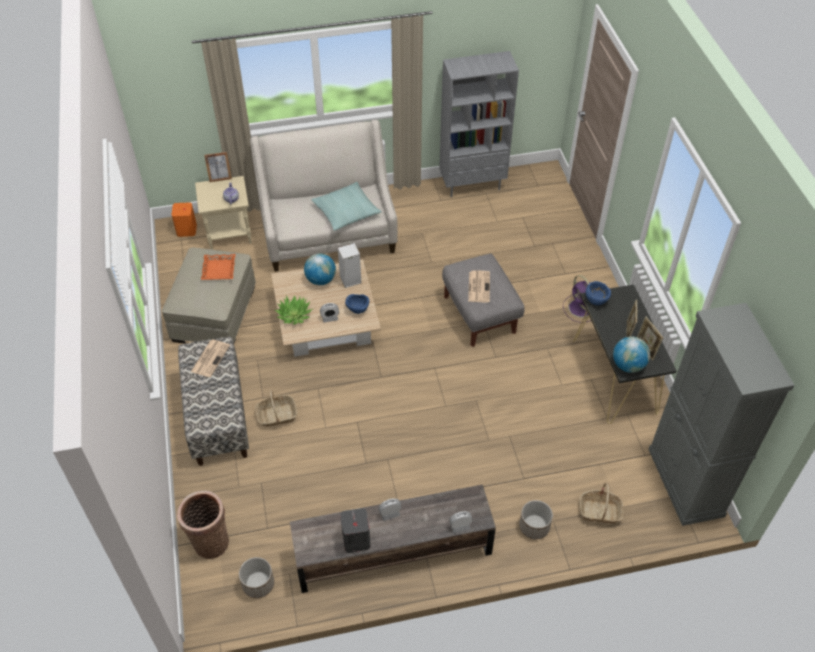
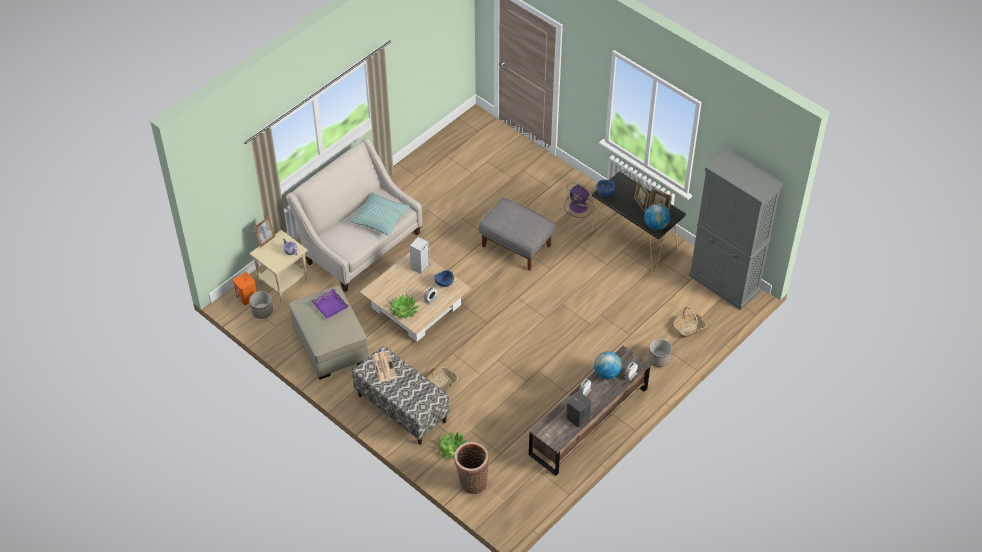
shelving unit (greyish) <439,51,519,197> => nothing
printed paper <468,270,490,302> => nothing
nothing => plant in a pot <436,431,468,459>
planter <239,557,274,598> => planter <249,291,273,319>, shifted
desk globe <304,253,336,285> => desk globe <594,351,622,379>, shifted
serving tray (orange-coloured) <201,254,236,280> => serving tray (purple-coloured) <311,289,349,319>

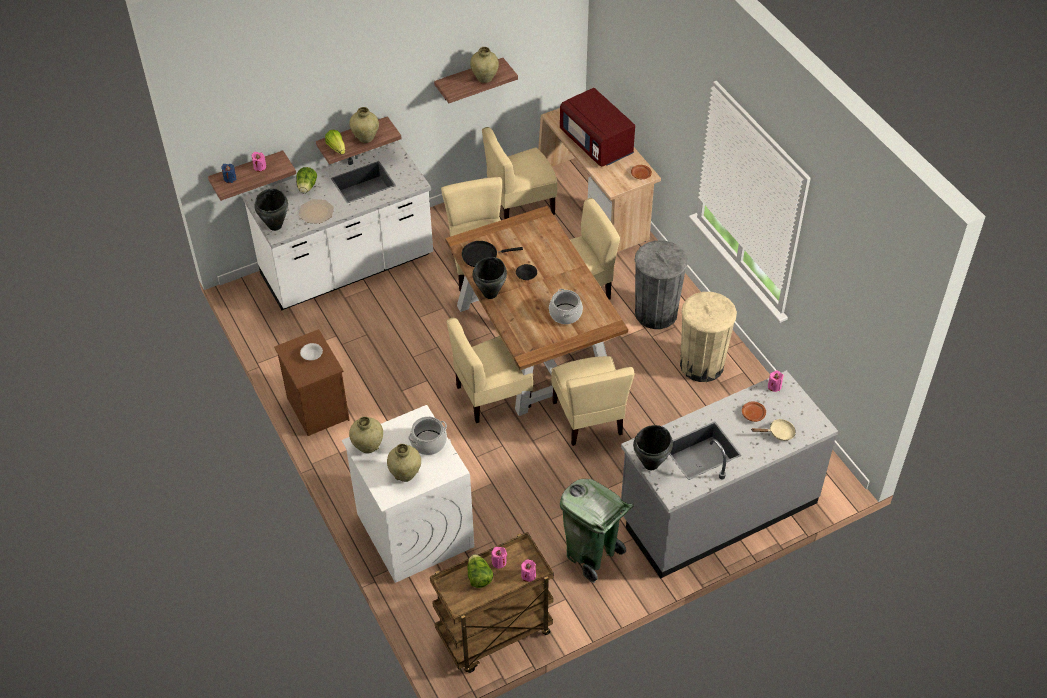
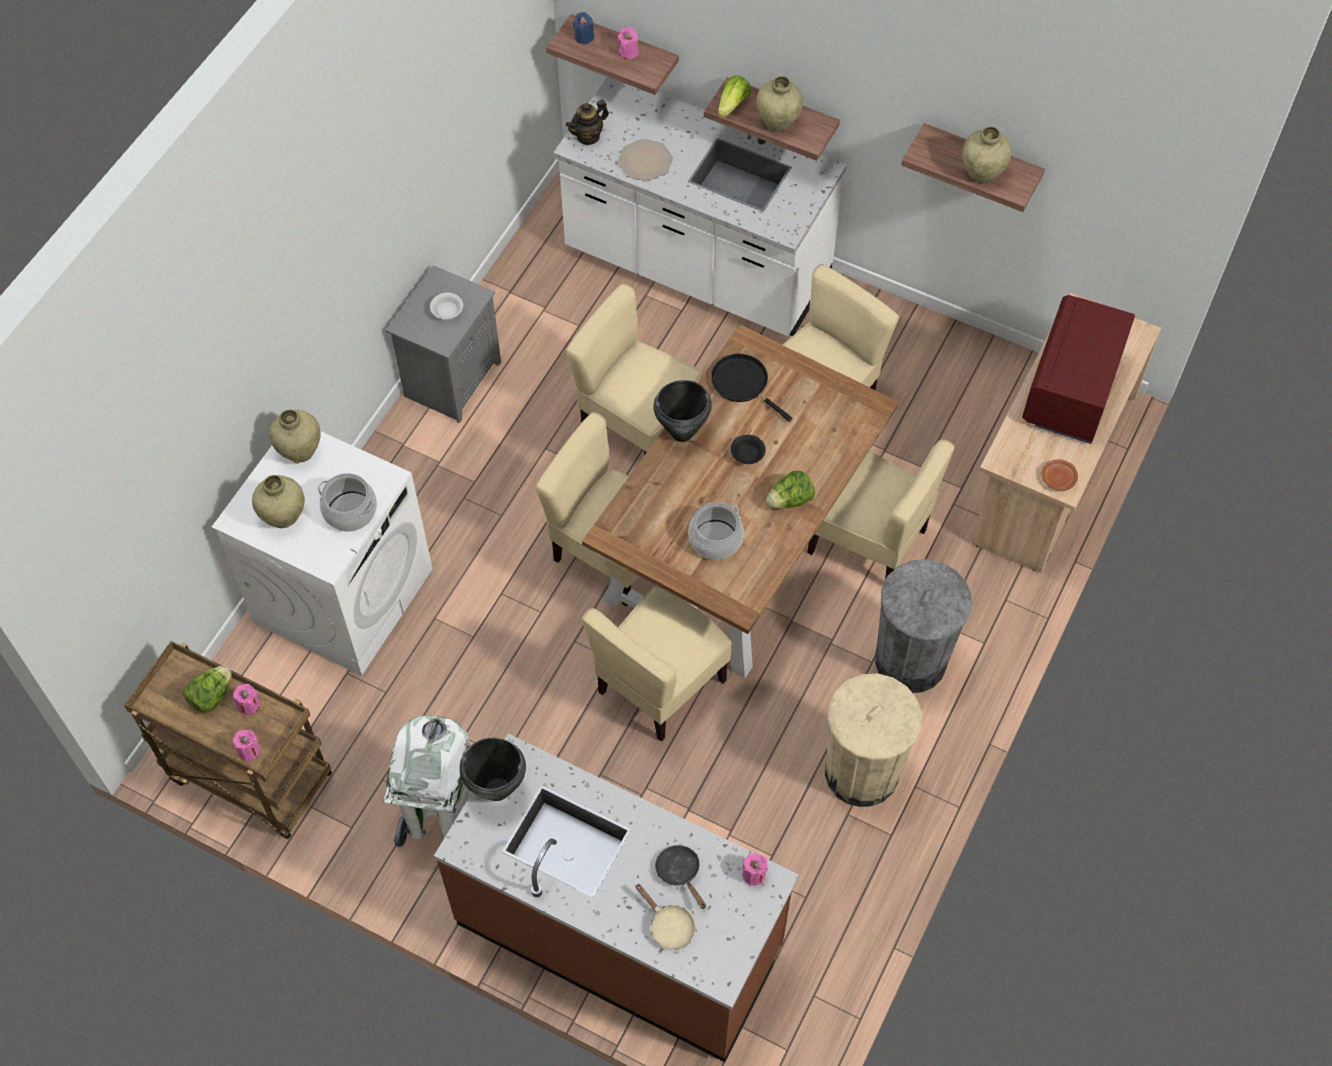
lettuce <296,167,317,193> => lettuce <766,470,815,508>, shifted
chair (sand-coloured) <482,127,557,219> => chair (sand-coloured) <566,283,703,455>, shifted
saucepot (blackish) <254,188,288,231> => teapot <566,99,609,145>
dinner plate (brown-coloured) <742,401,766,422> => skillet (blackish) <655,845,706,909>
bedside table (brown-coloured) <274,329,350,436> => bedside table (greyish) <386,265,501,423>
rubbish bin (green-coloured) <560,479,634,583> => rubbish bin (white) <383,715,472,848>
kitchen base unit (greyish) <621,370,838,578> => kitchen base unit (brown-coloured) <434,733,799,1062>

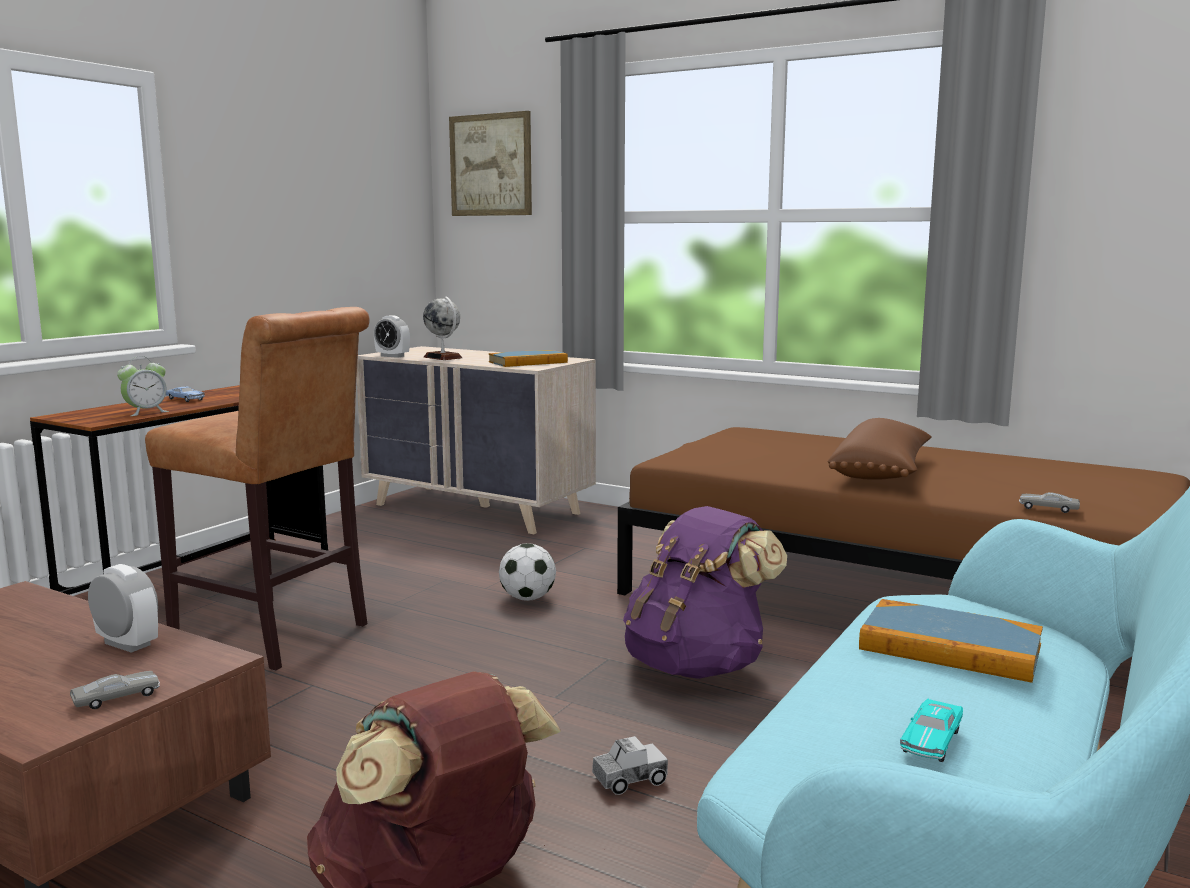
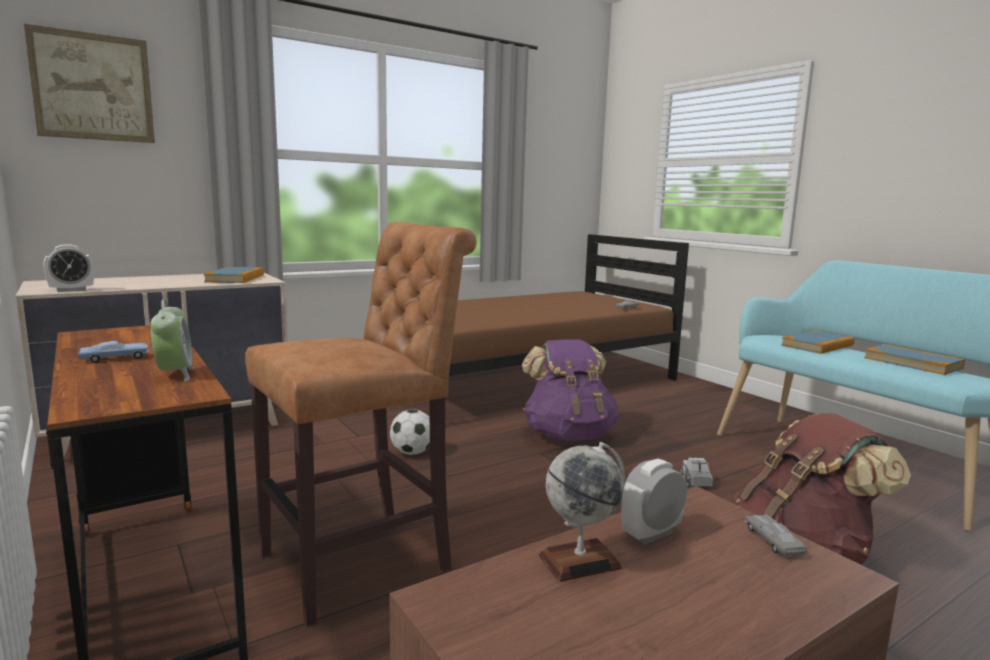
throw pillow (brown-coloured) <827,418,932,480> => nothing
desk globe <423,297,462,360> => desk globe <539,442,625,582>, shifted
model car (turquoise-coloured) <900,699,963,762> => book <864,344,965,375>

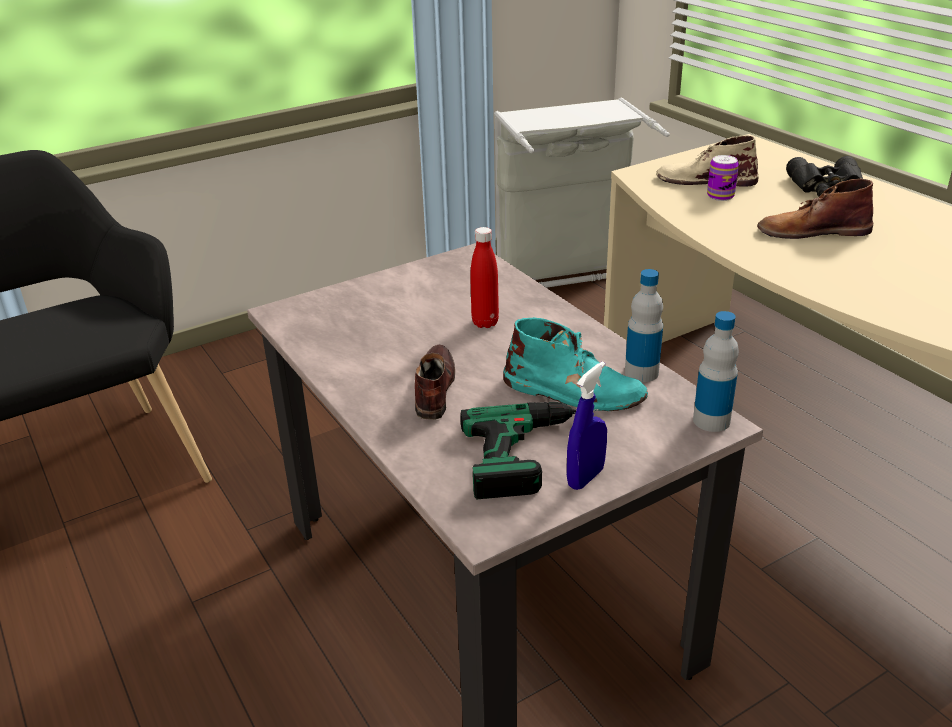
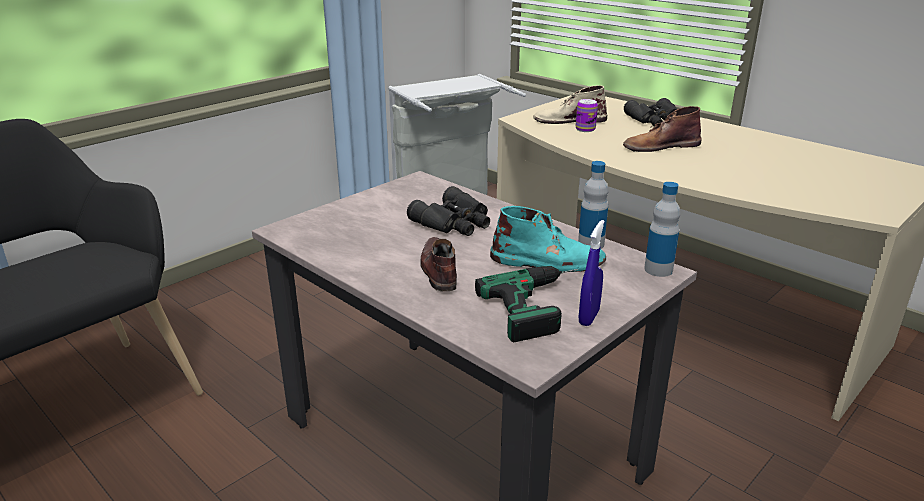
bottle (reddish) <470,227,499,328> => binoculars (blackish) <407,186,490,236>

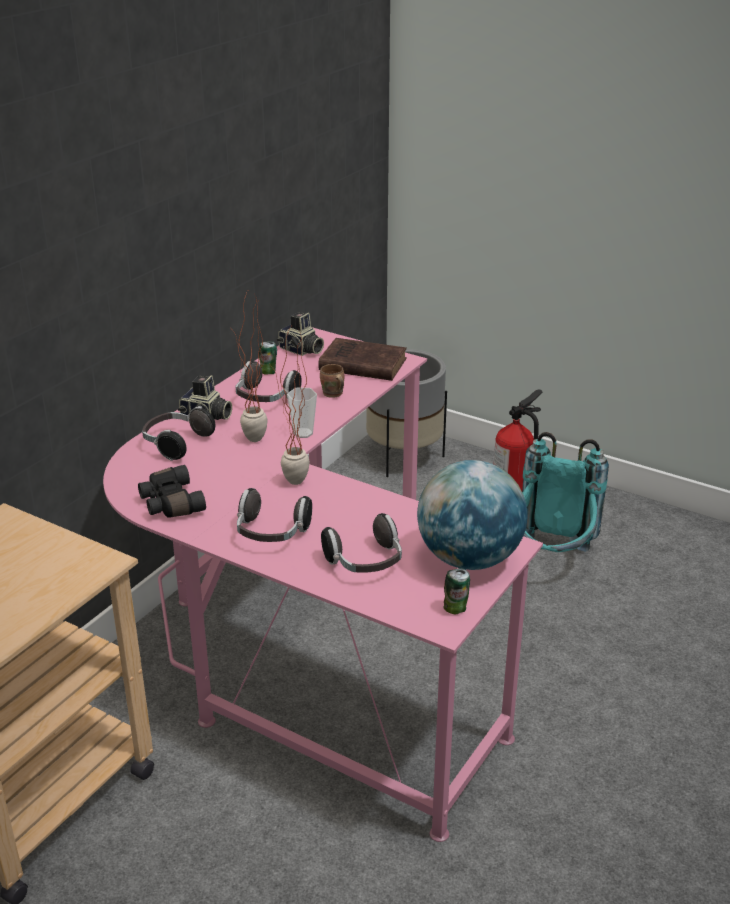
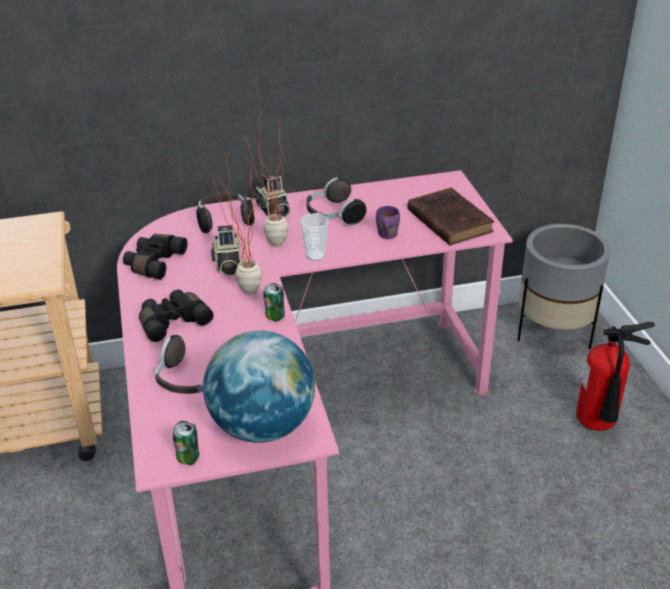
rucksack (turquoise-coloured) <522,432,609,552> => nothing
can <259,341,277,375> => can <263,283,285,322>, shifted
photo camera <277,312,324,356> => photo camera <211,225,241,276>, shifted
headset <237,488,312,542> => binoculars (blackish) <139,290,214,342>
tea mug (brown-coloured) <320,364,344,398> => tea mug (purple-coloured) <376,206,400,239>

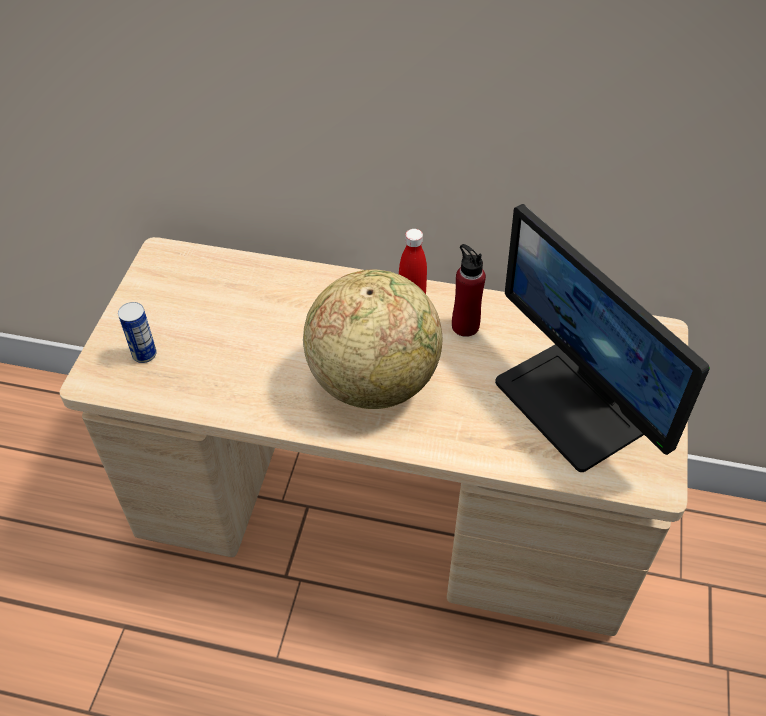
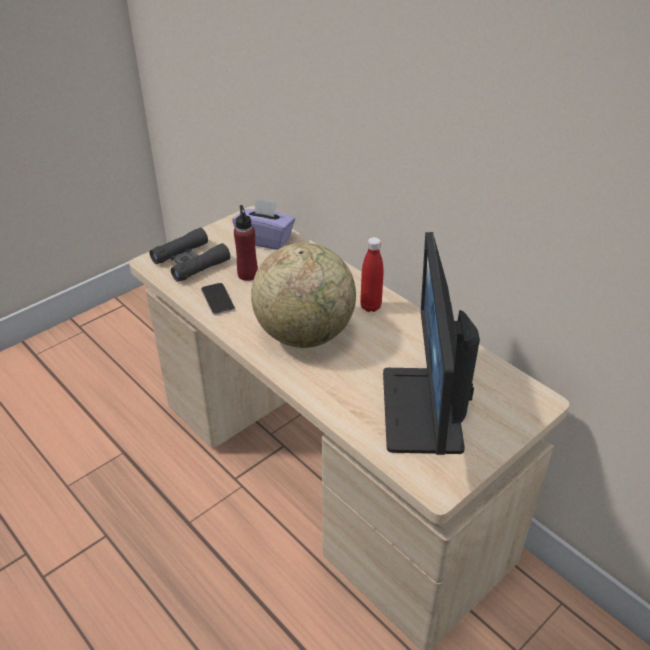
nothing => telephone <201,283,235,315>
nothing => box of tissues (purple-coloured) <233,198,295,250>
bottle (reddish) <452,244,486,337> => bottle (reddish) <234,205,258,281>, shifted
can <118,302,157,363> => binoculars (blackish) <150,227,230,282>

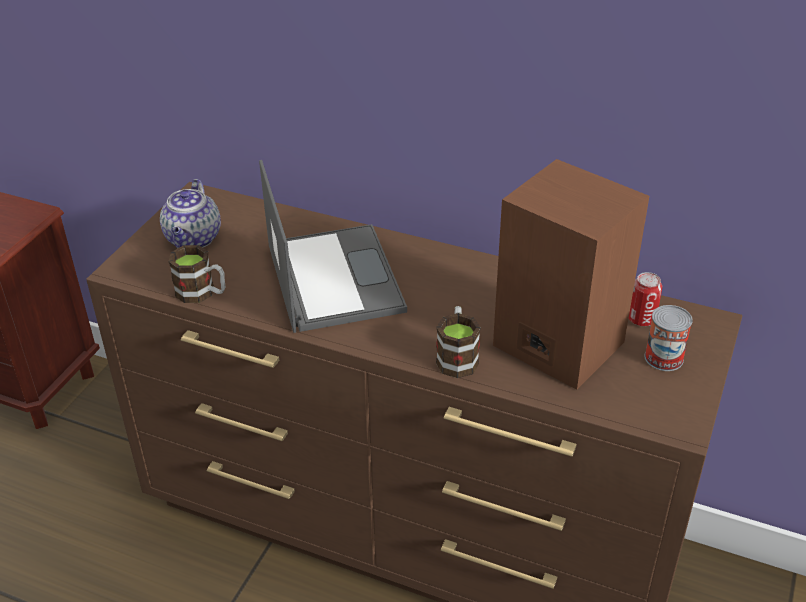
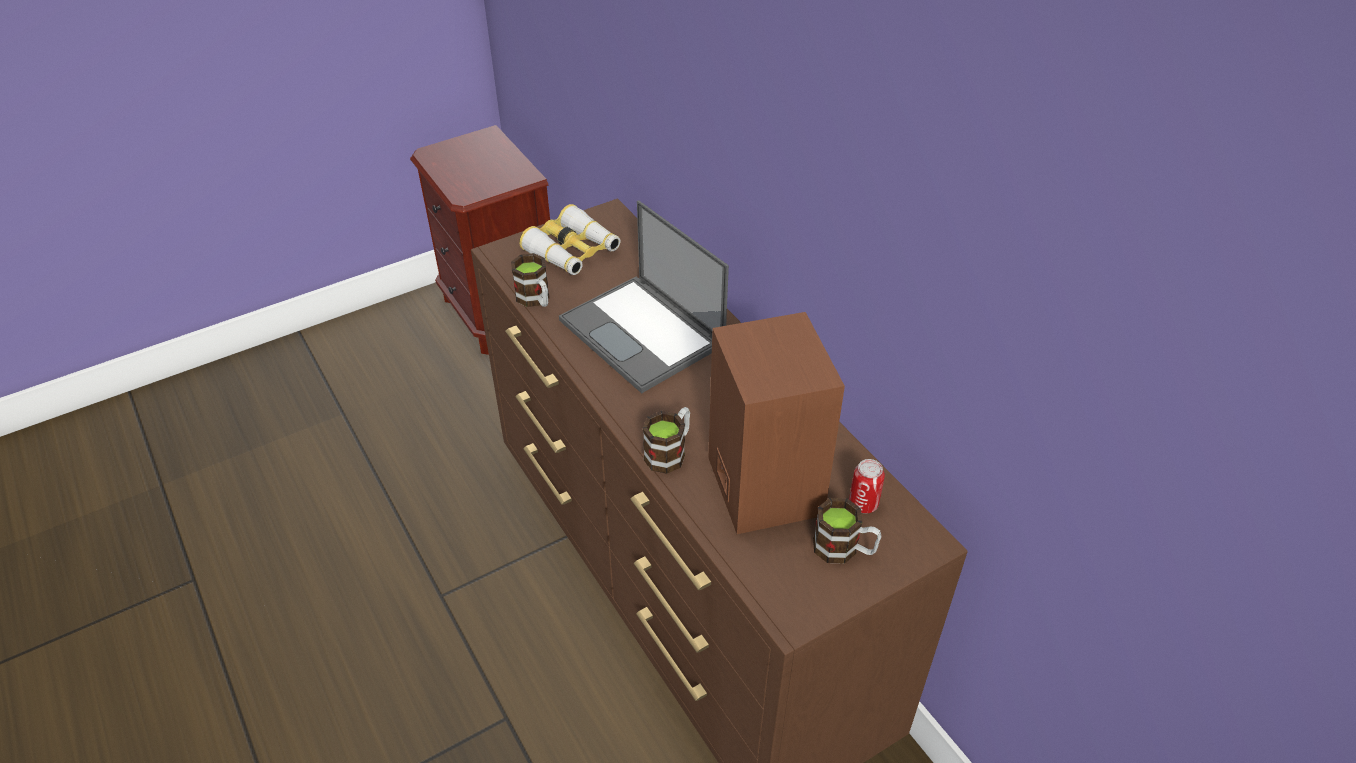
teapot <160,179,221,248> => binoculars <519,204,620,275>
can <644,305,693,371> => tea mug <813,498,881,564>
notebook computer <259,160,407,333> => notebook computer <559,200,729,393>, 120 degrees clockwise

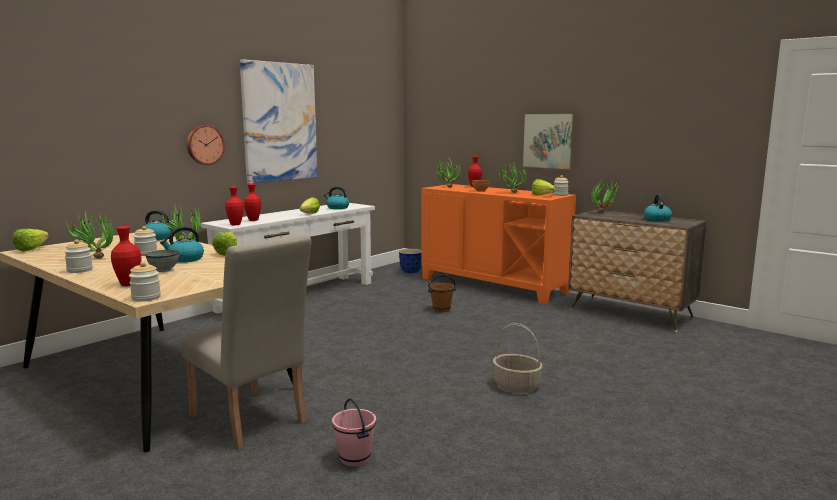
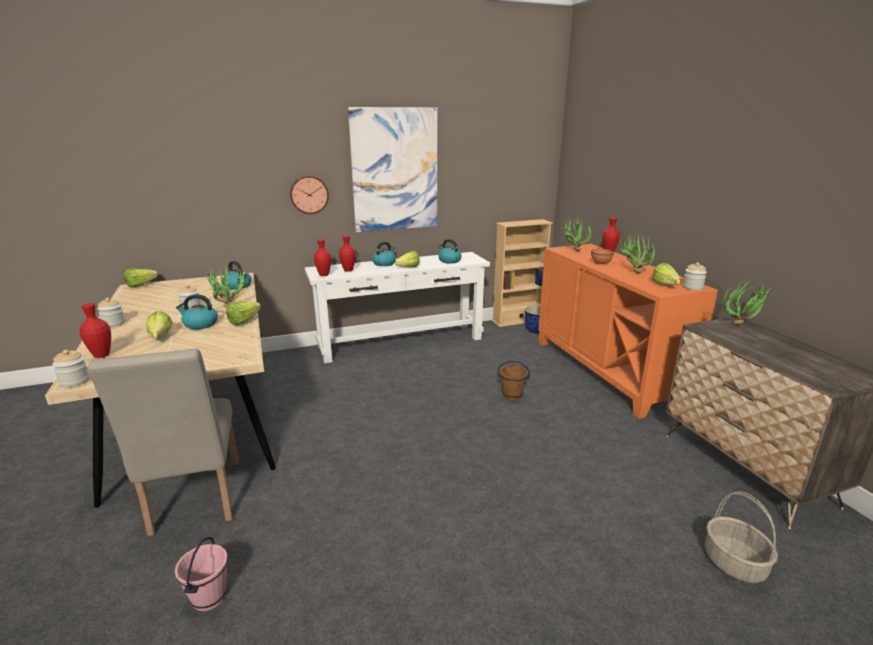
plant in a pot <65,212,113,259> => nothing
wall art <521,112,576,171> => nothing
nothing => shelving unit (sand-coloured) <492,219,552,327>
storage basket <493,323,543,393> => storage basket <705,491,778,583>, shifted
kettle <644,194,672,221> => kettle <372,242,396,266>, shifted
bowl (greyish) <146,250,179,272> => lettuce <146,311,172,338>

